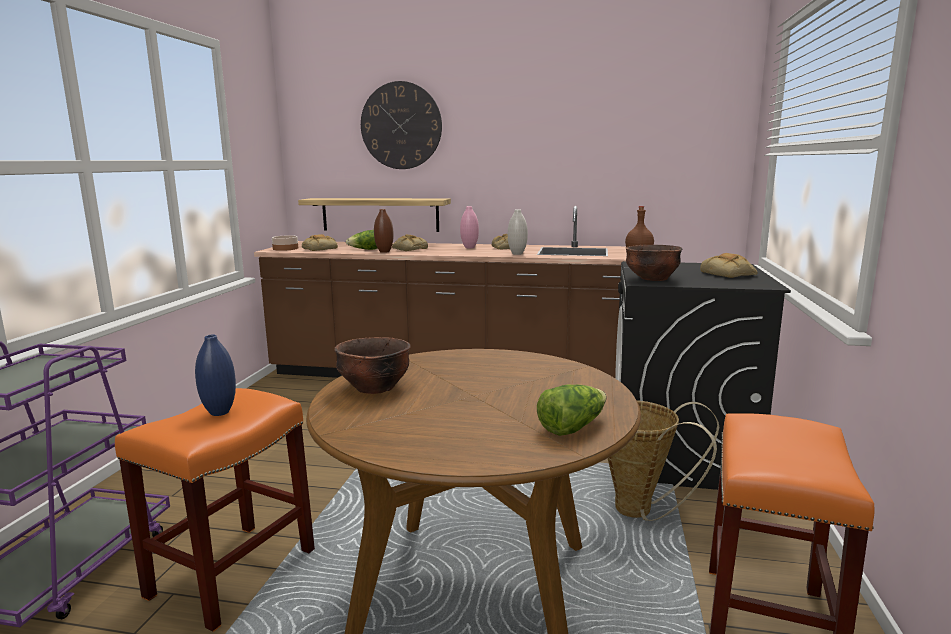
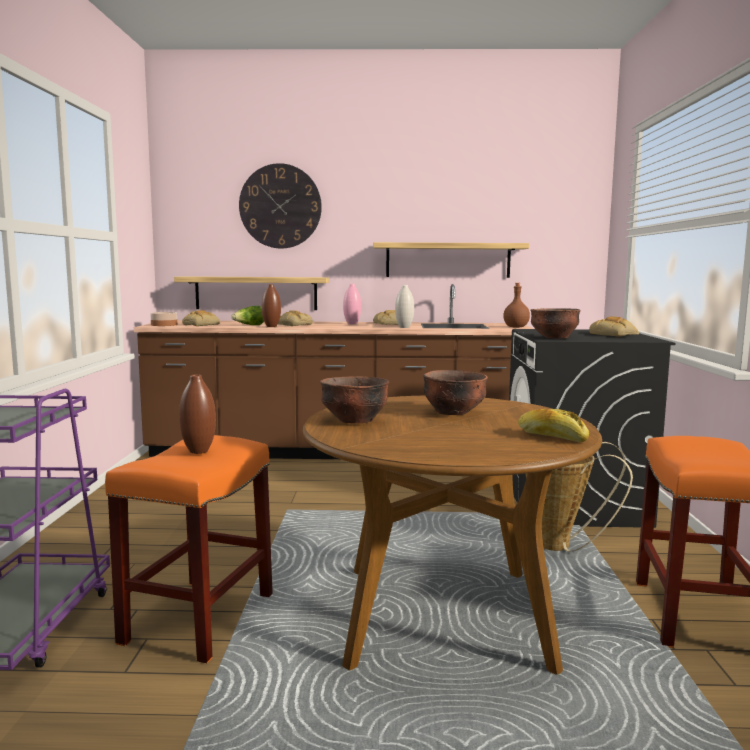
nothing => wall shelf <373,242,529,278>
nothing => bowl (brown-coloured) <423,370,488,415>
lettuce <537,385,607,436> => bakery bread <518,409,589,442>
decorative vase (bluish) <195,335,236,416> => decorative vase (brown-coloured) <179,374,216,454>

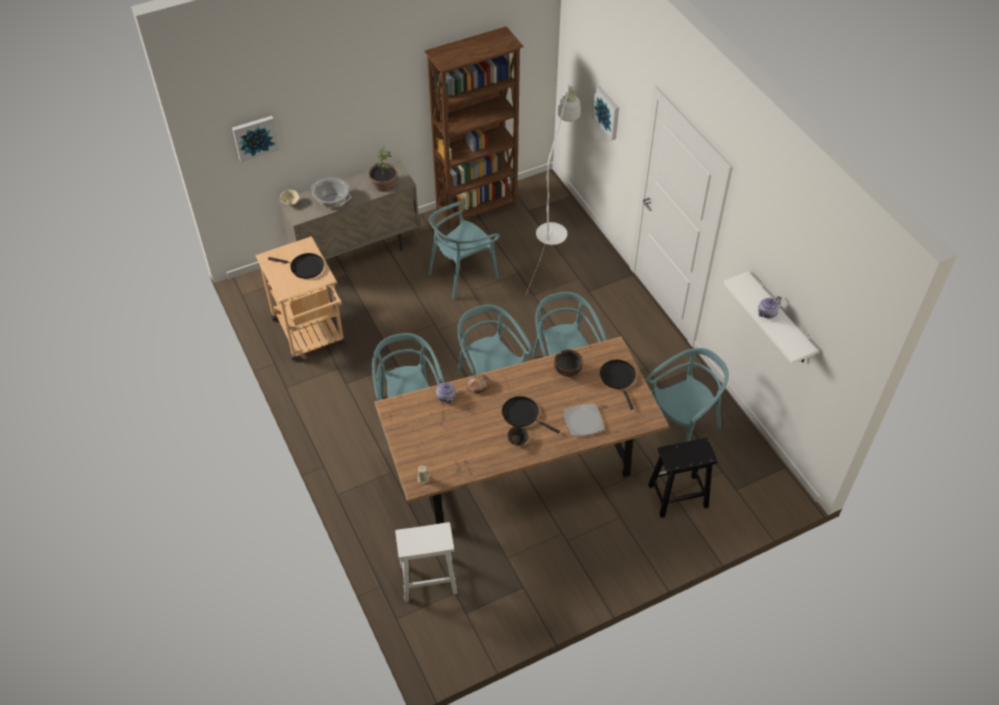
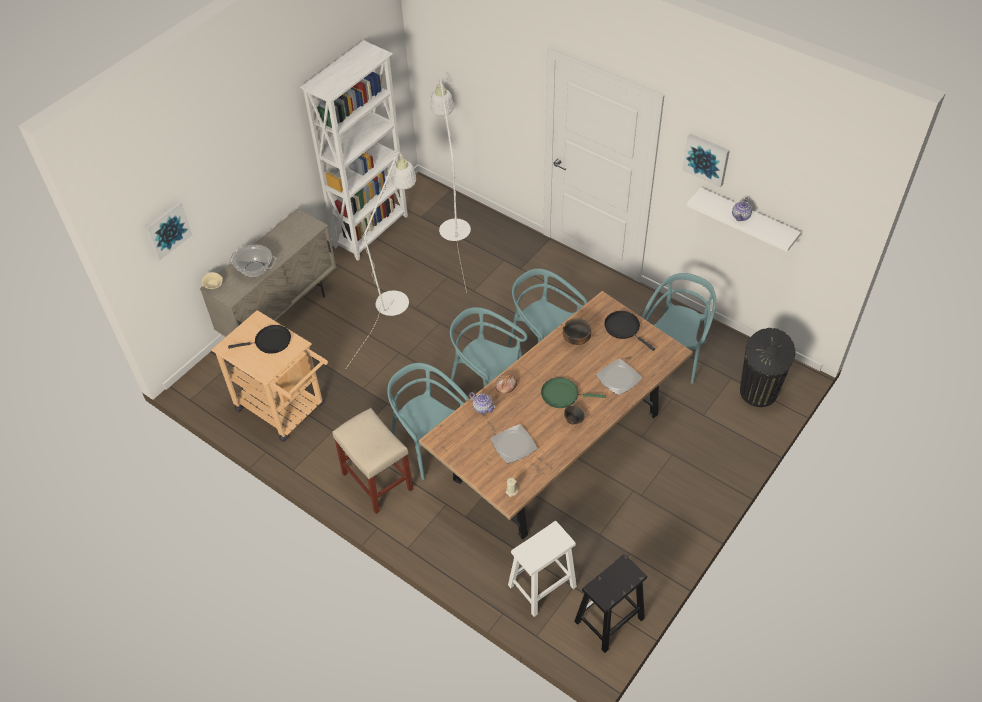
plant in a pot <368,147,398,192> => nothing
nothing => stool seat (sand-coloured) <333,408,413,514>
nothing => dinner plate <491,424,537,463>
nothing => rubbish bin (blackish) <740,328,796,407>
wall art <593,86,619,140> => wall art <682,134,730,187>, shifted
stool seat (blackish) <648,437,718,518> => stool seat (blackish) <574,554,647,653>, shifted
chair (turquoise-coloured) <428,202,500,299> => standard lamp (white) <346,152,416,368>
shelving unit (brown-coloured) <424,26,524,230> => shelving unit (white) <300,40,408,261>
skillet (blackish) <502,396,560,434> => skillet (green-coloured) <541,377,606,408>

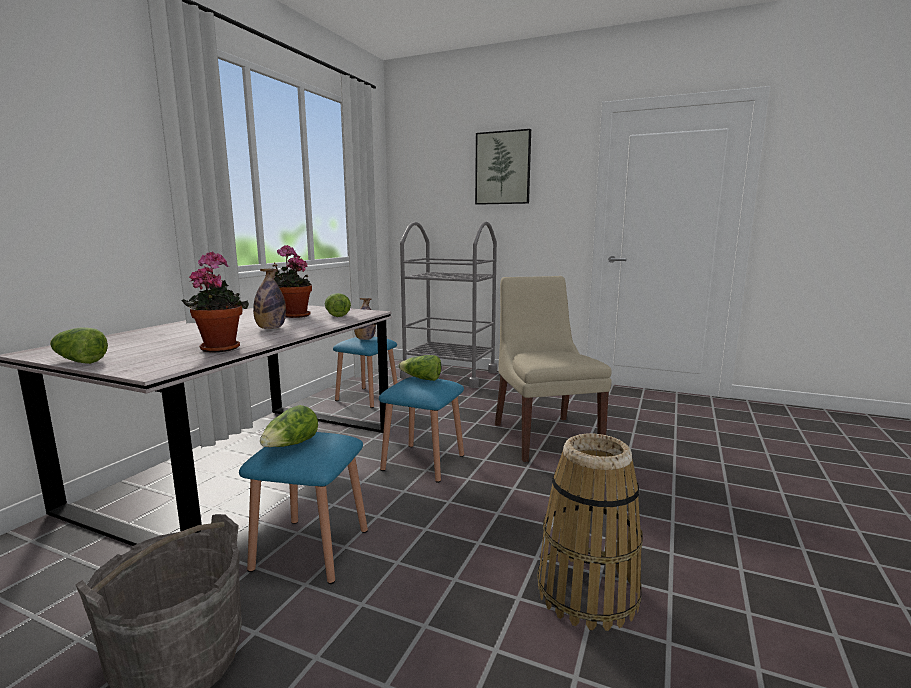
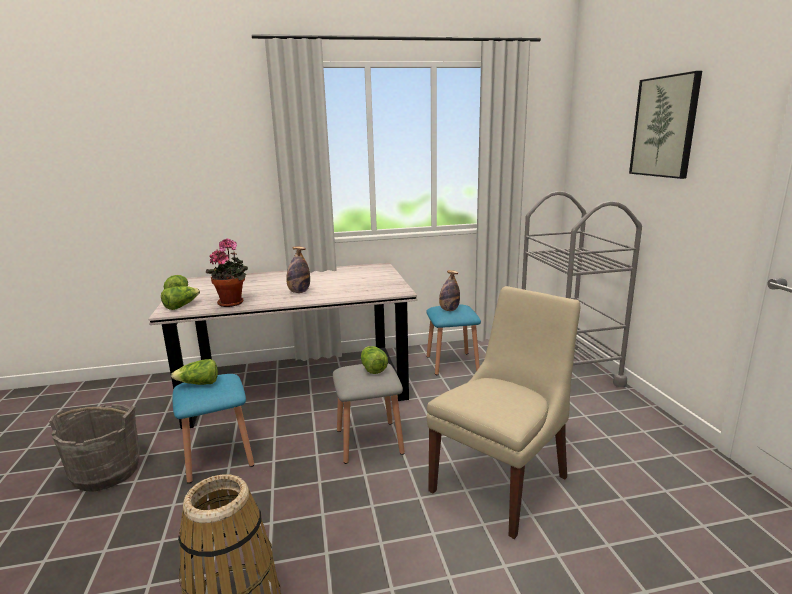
plant in a pot <272,245,312,318> => nothing
lettuce <325,293,351,317> => lettuce <161,286,200,310>, shifted
stool seat (bluish) <379,377,464,483> => stool seat (greyish) <333,363,405,464>

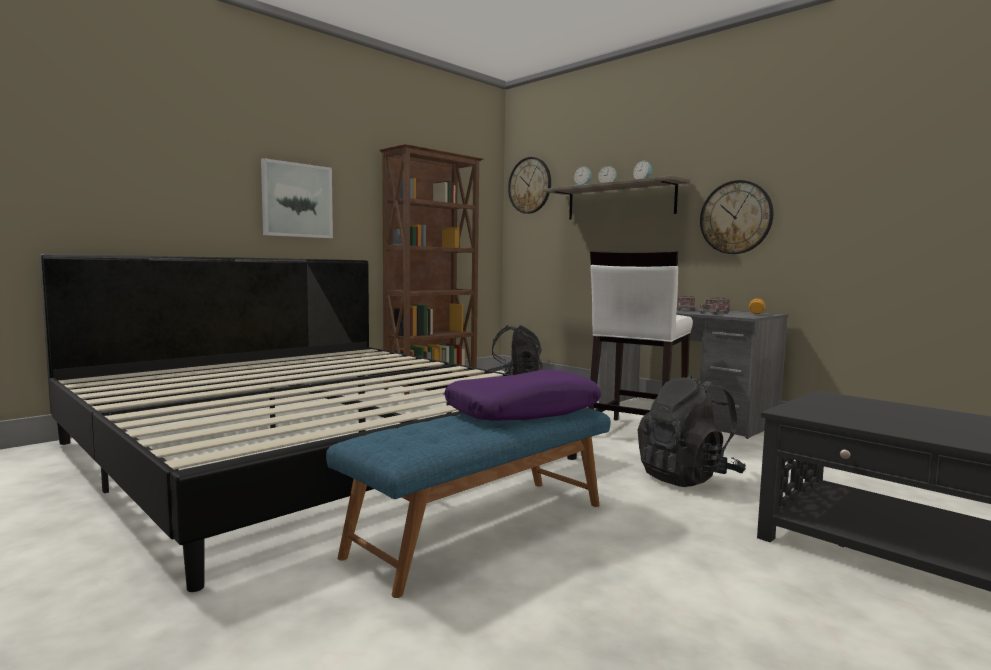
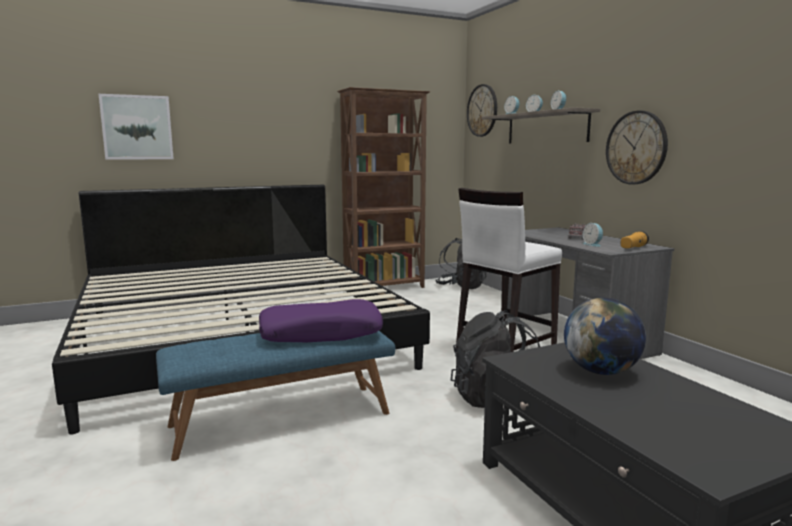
nothing => desk globe <564,298,646,375>
wall art <261,158,333,238> => wall art <99,94,174,160>, shifted
toy truck <699,298,731,315> => bedside clock <582,223,603,247>

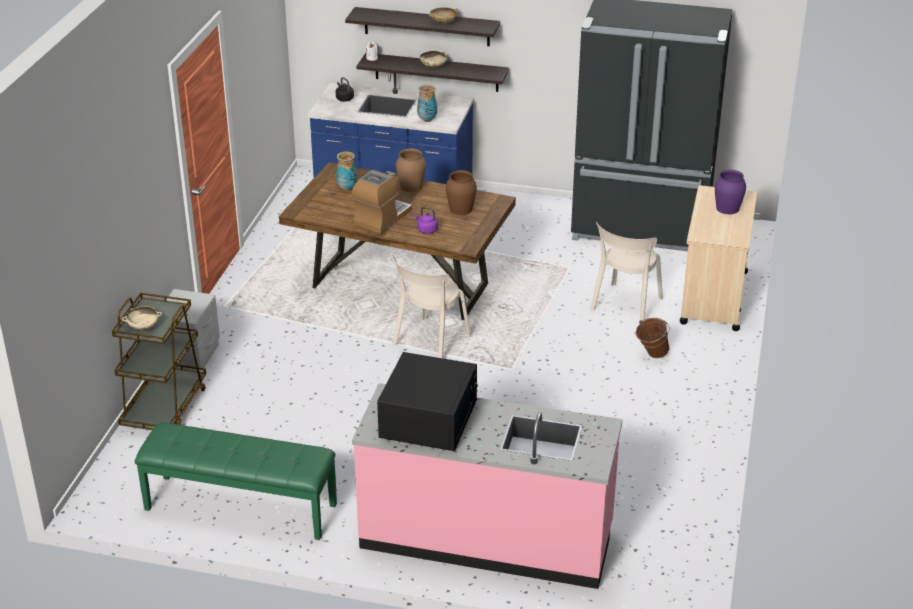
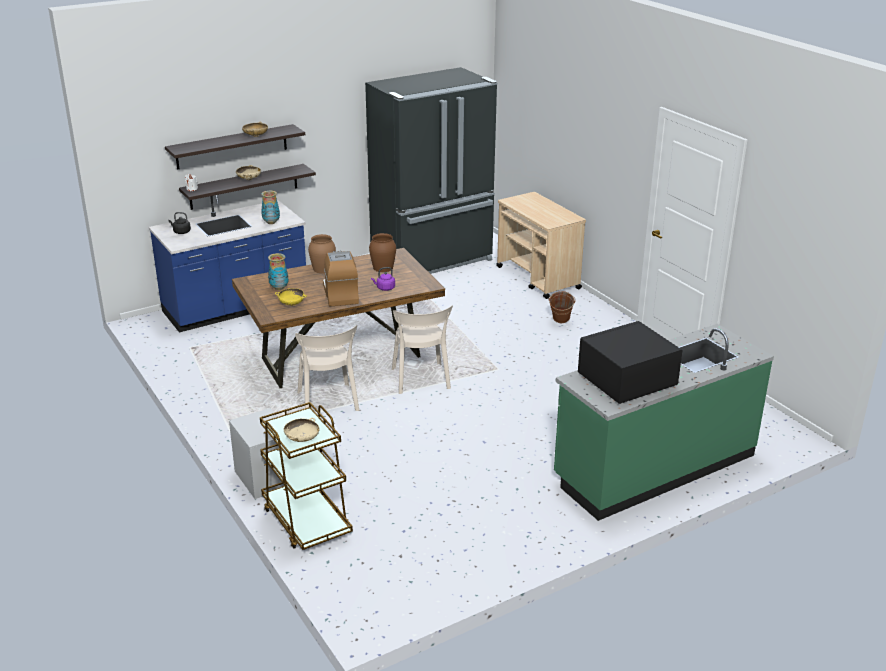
indoor bench (green-coloured) <135,422,337,540> => nothing
decorative vase (purple-coloured) <715,170,746,214> => nothing
nothing => bowl (yellowish) <275,288,307,306>
chair (sand-coloured) <590,222,663,321> => chair (sand-coloured) <295,325,359,411>, shifted
kitchen base unit (pink) <352,383,623,589> => kitchen base unit (green-coloured) <554,324,774,521>
microwave (blackish) <377,352,478,451> => microwave (blackish) <578,321,683,404>, 90 degrees counterclockwise

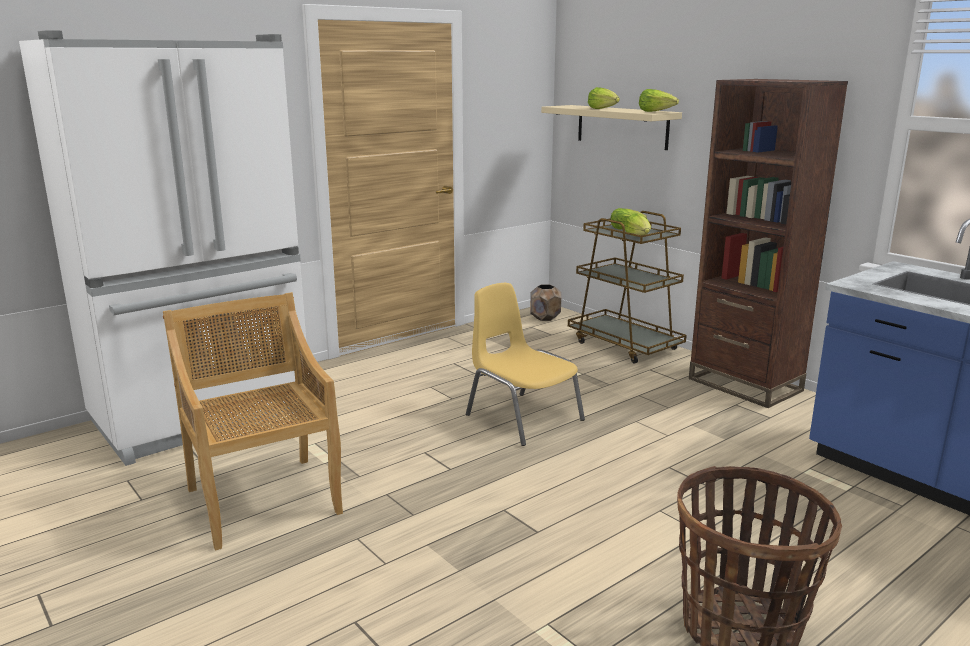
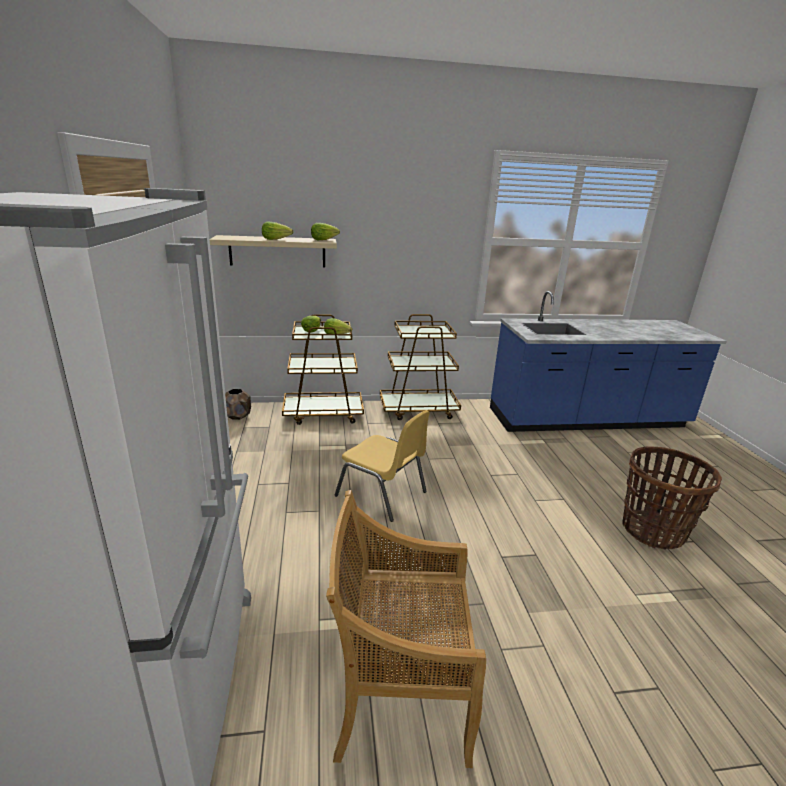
shelving unit (brown-coloured) <689,79,848,408> => cart (brown-coloured) <380,314,461,420>
chair (yellowish) <466,283,585,446> => chair (yellowish) <335,410,430,522>, 135 degrees counterclockwise

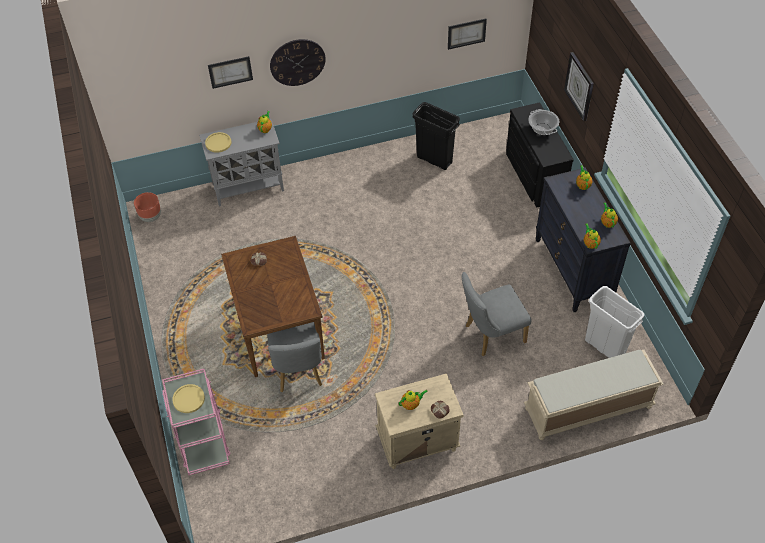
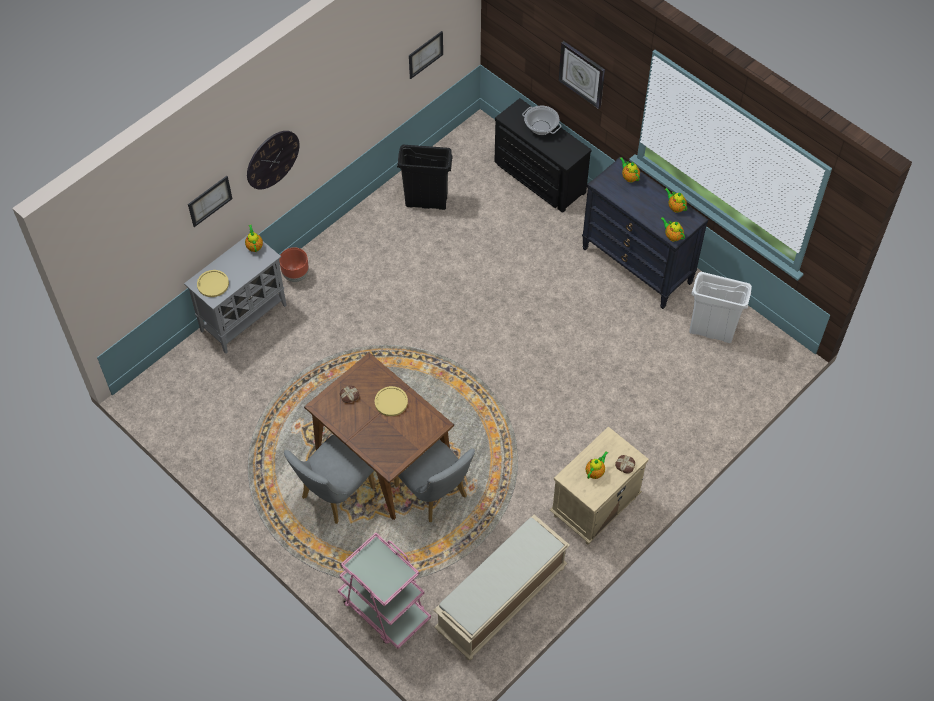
planter (brown-coloured) <134,192,161,222> => planter (brown-coloured) <279,247,309,282>, shifted
dinner plate (yellowish) <172,384,205,413> => dinner plate (yellowish) <375,386,408,416>, shifted
chair (greyish) <462,272,532,357> => chair (greyish) <284,435,375,524>, shifted
indoor bench (sand-coloured) <524,350,664,440> => indoor bench (sand-coloured) <434,515,570,660>, shifted

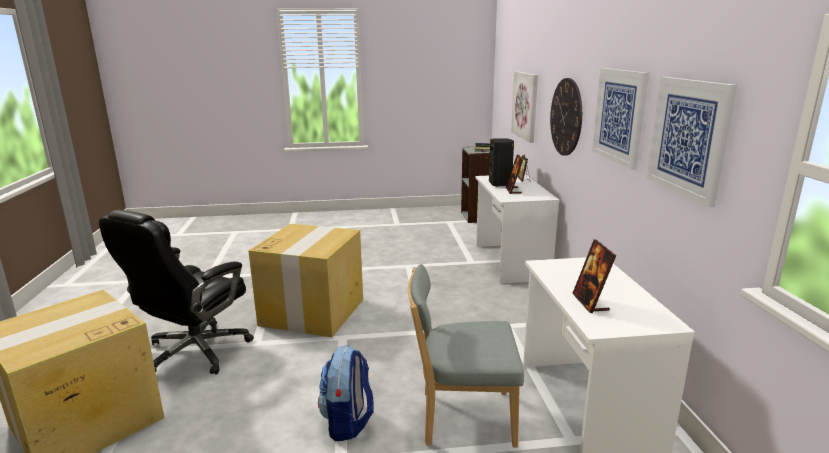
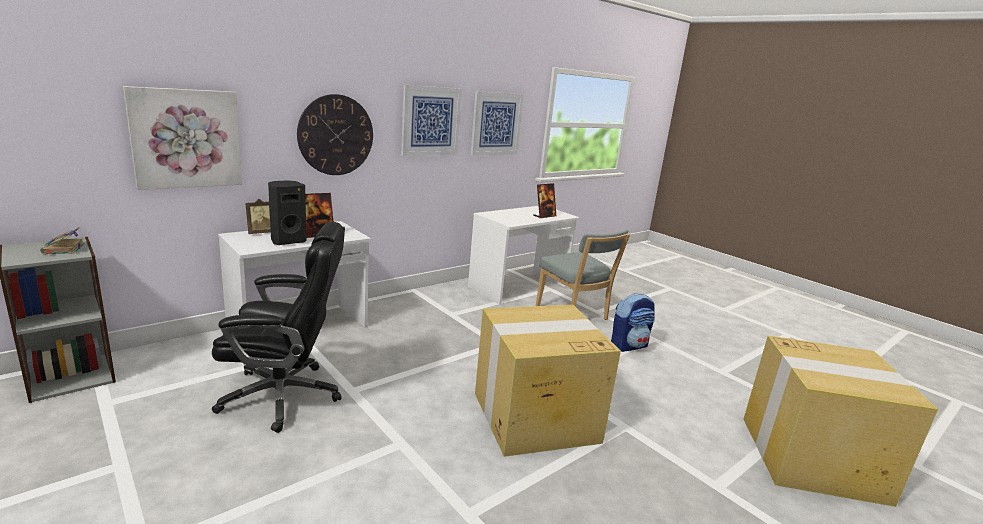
computer chair (blackish) <99,210,254,374> => computer chair (blackish) <212,222,345,433>, shifted

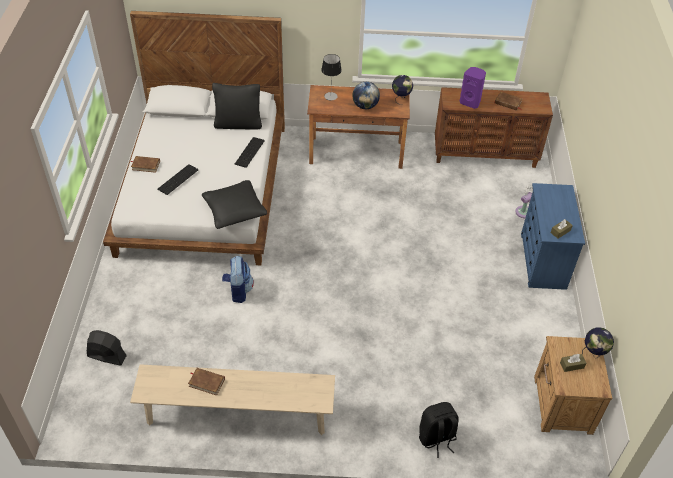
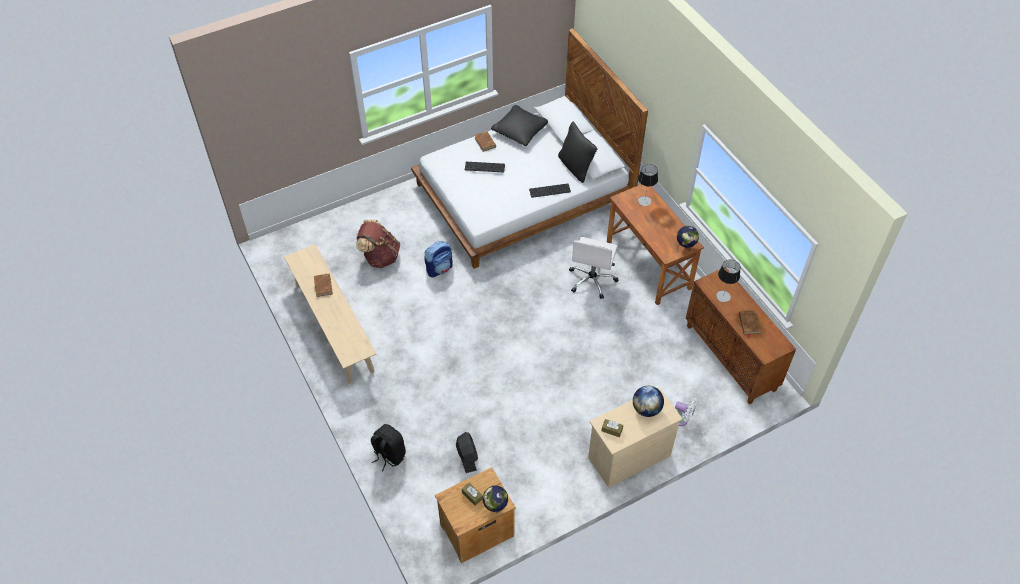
nothing => rucksack (brown-coloured) <356,219,400,268>
nothing => computer chair (white) <569,237,618,299>
fan (blackish) <87,330,127,365> => fan (blackish) <456,432,478,473>, shifted
throw pillow (blackish) <202,180,267,229> => throw pillow (blackish) <491,105,548,146>, shifted
desk globe <352,82,380,109> => desk globe <633,386,664,417>, shifted
audio speaker (purple-coloured) <460,67,486,109> => table lamp <716,260,741,302>
drawer chest (bluish) <521,183,585,290> => drawer chest (sand-coloured) <588,387,683,488>

